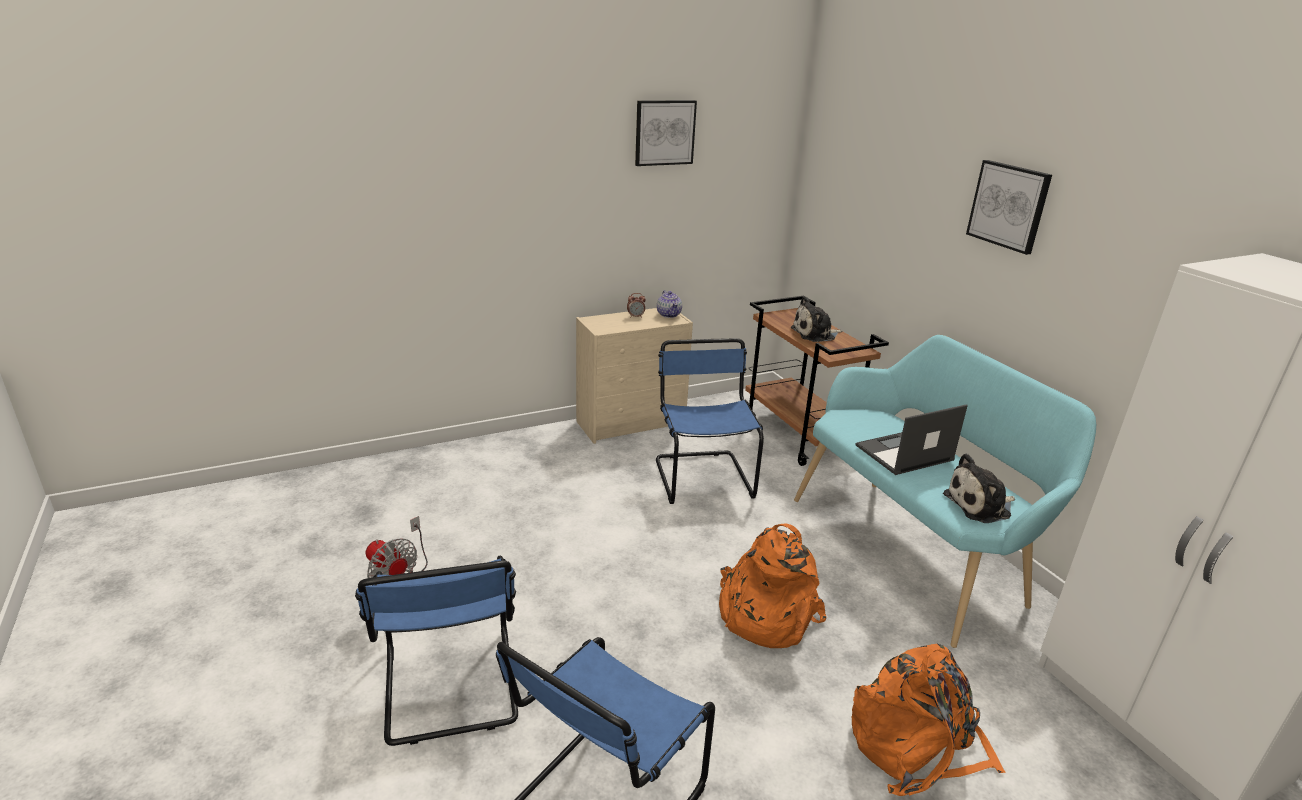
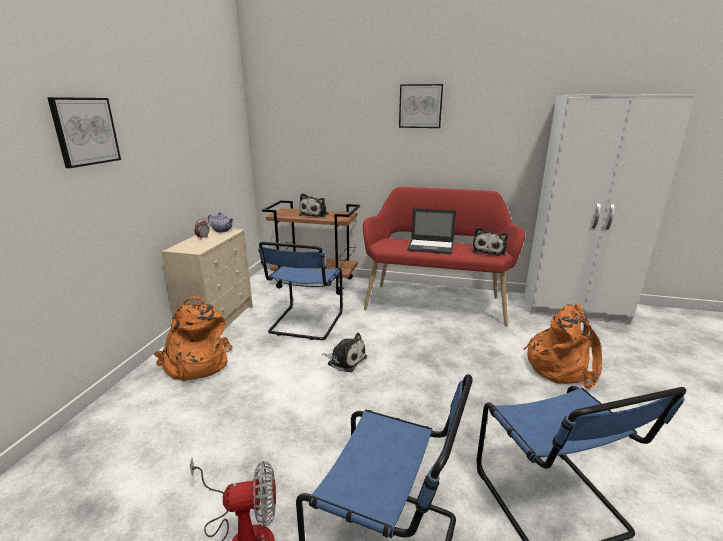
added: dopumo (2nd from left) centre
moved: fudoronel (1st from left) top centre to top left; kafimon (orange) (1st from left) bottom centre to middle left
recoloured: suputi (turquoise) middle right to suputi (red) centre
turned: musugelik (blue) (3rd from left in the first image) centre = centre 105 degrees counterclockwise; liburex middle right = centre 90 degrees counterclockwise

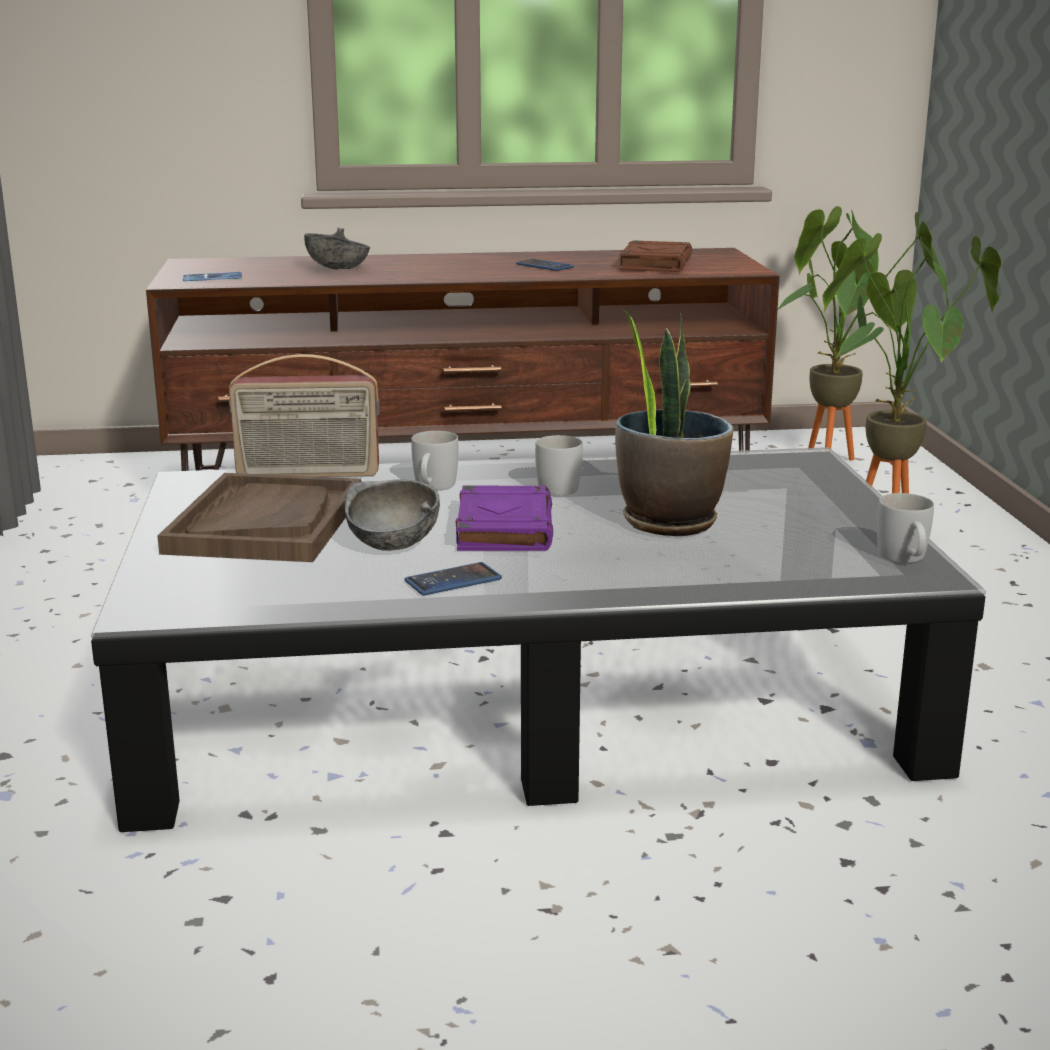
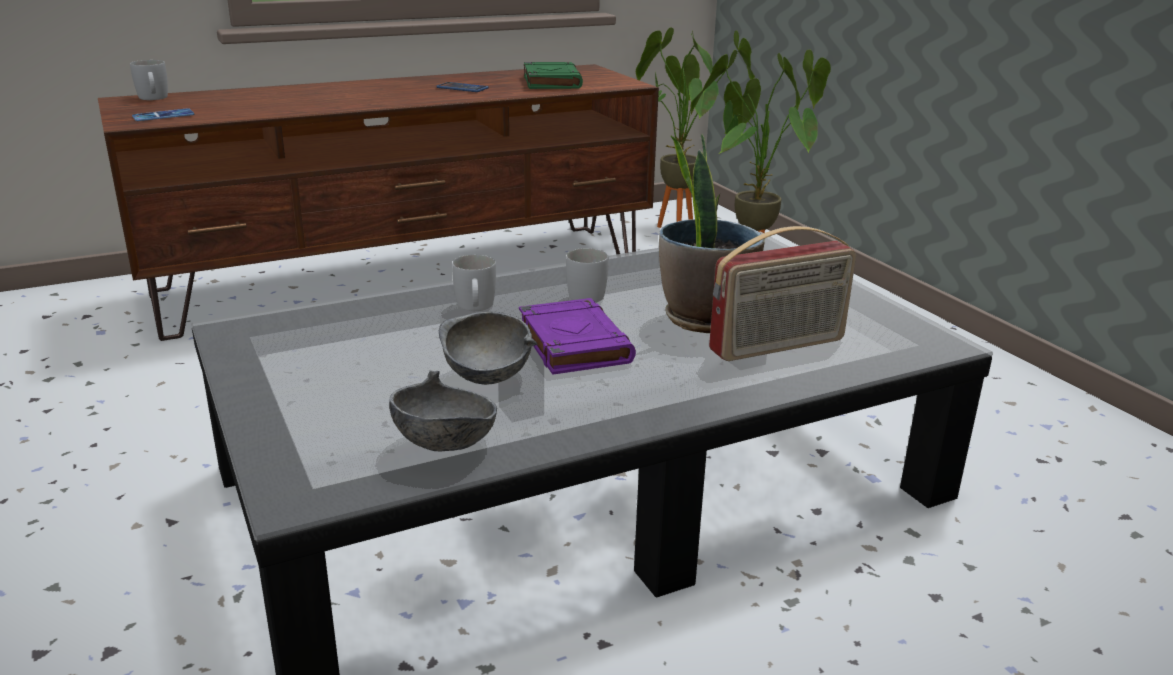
removed: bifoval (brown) middle left; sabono (2nd from left) centre
moved: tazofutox middle left to middle right; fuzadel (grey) (1st from left) top left to centre; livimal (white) (3rd from left in the first image) middle right to livimal (white) (1st from left) top left
recoloured: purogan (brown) top centre to purogan (green) top centre

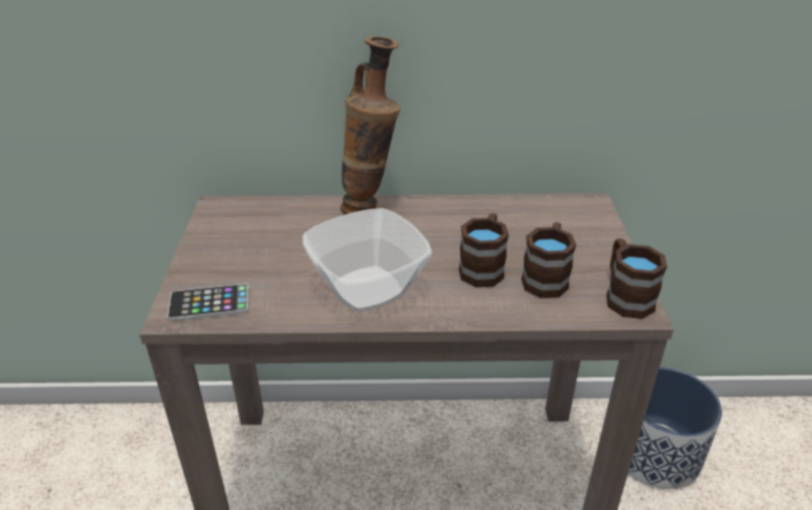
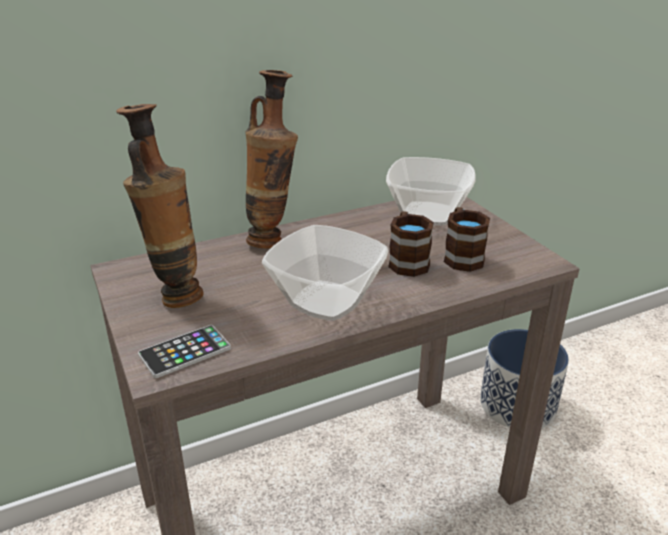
removed: livimal (brown) (3rd from left) middle right
added: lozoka (1st from left) middle left; fuzadel (2nd from left) centre

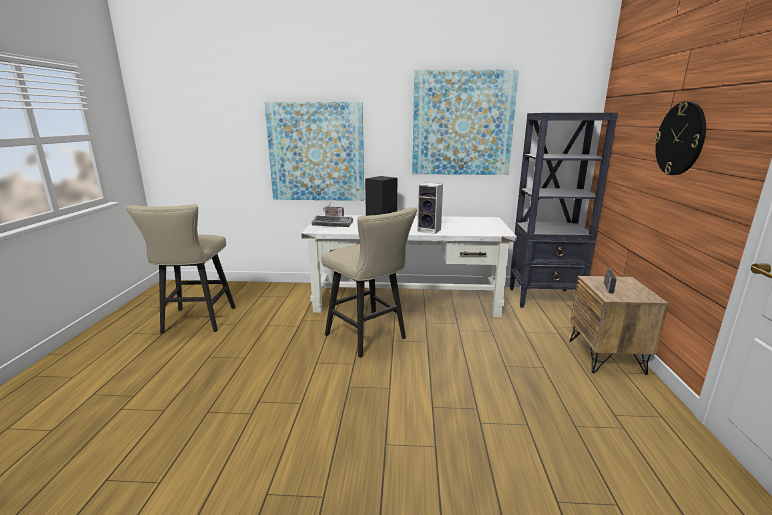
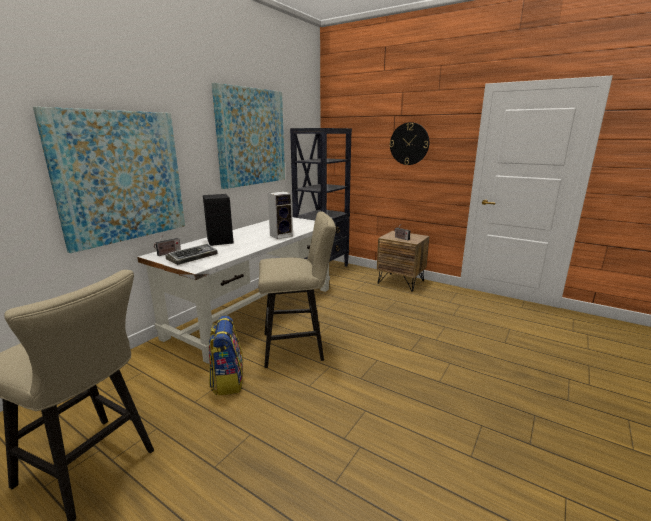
added: kafimon bottom centre

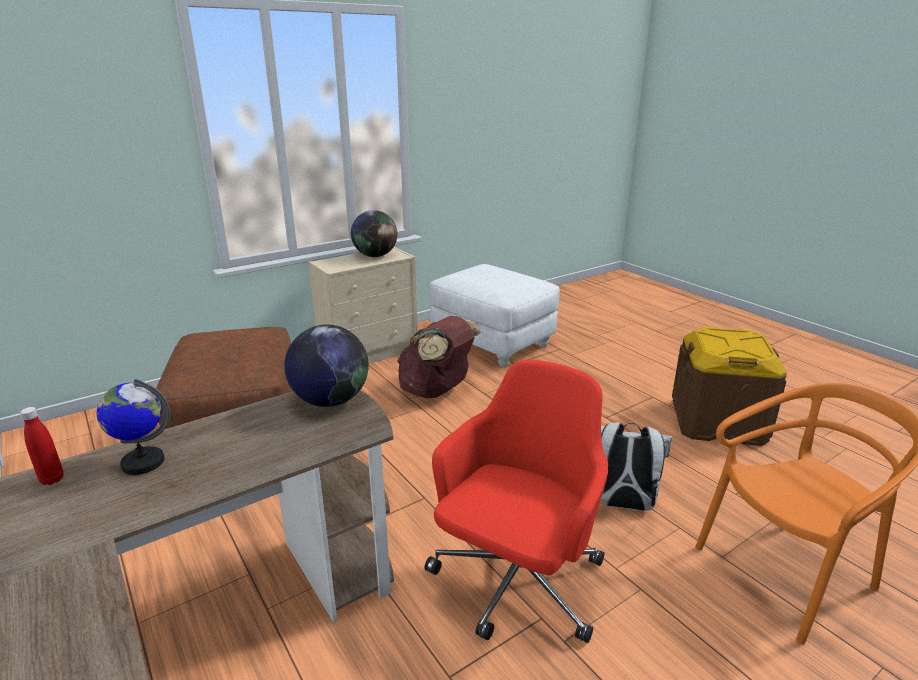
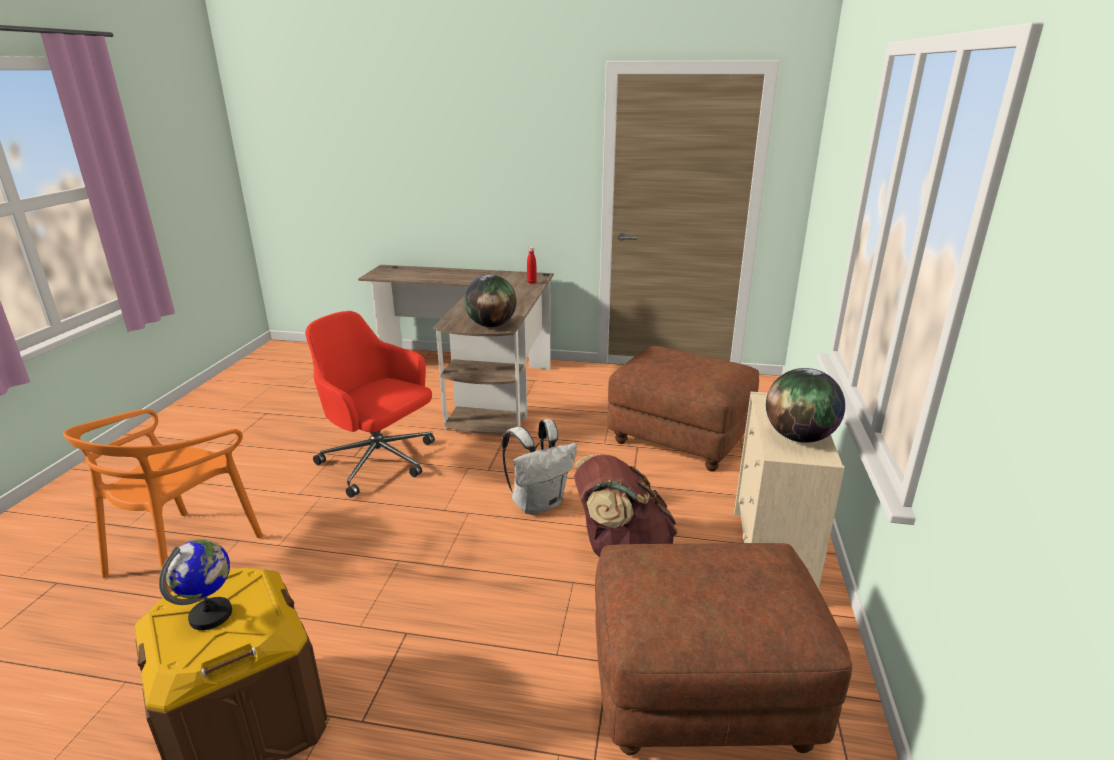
moved: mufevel (1st from left) middle left to bottom left; kafimon (white) bottom right to centre
recoloured: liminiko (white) centre to liminiko (brown) (2nd from left) bottom centre
turned: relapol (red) bottom centre = middle left 135 degrees clockwise

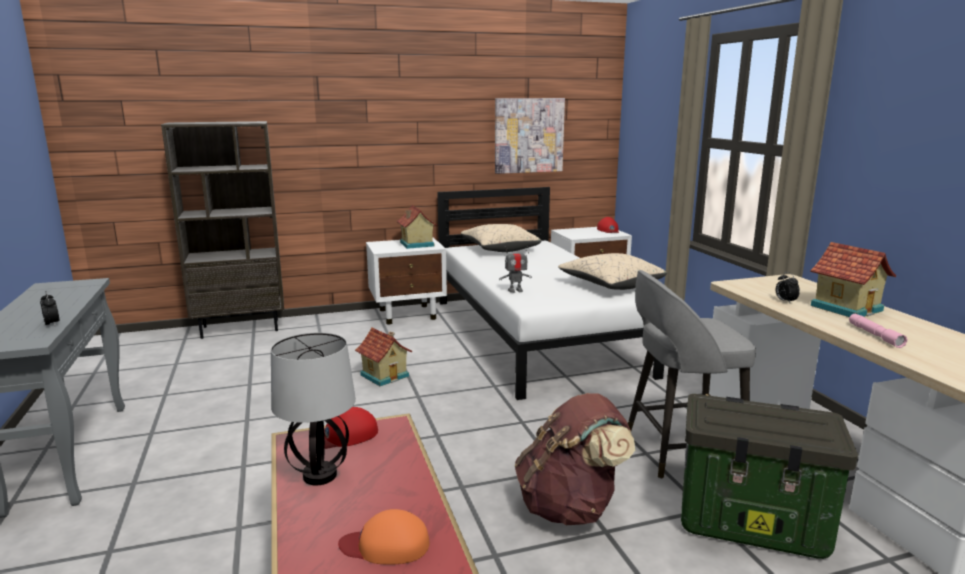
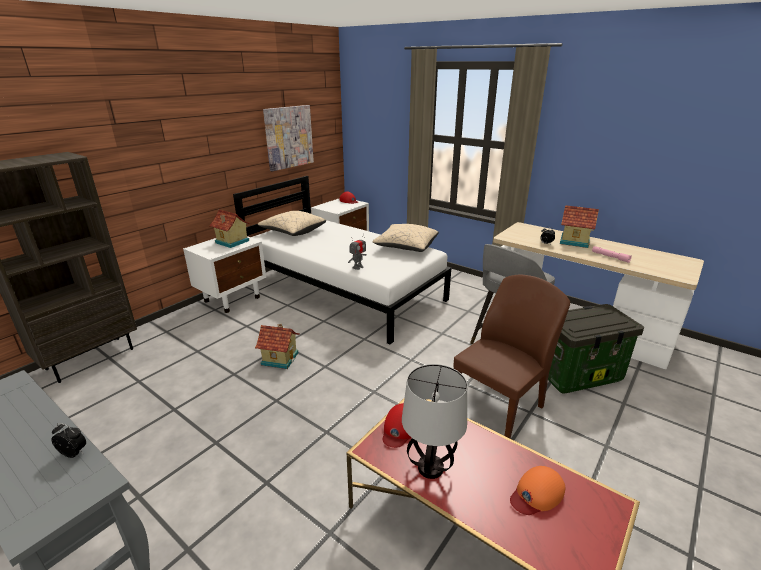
replaced: kafimon (brown) bottom centre to musugelik (brown) middle right

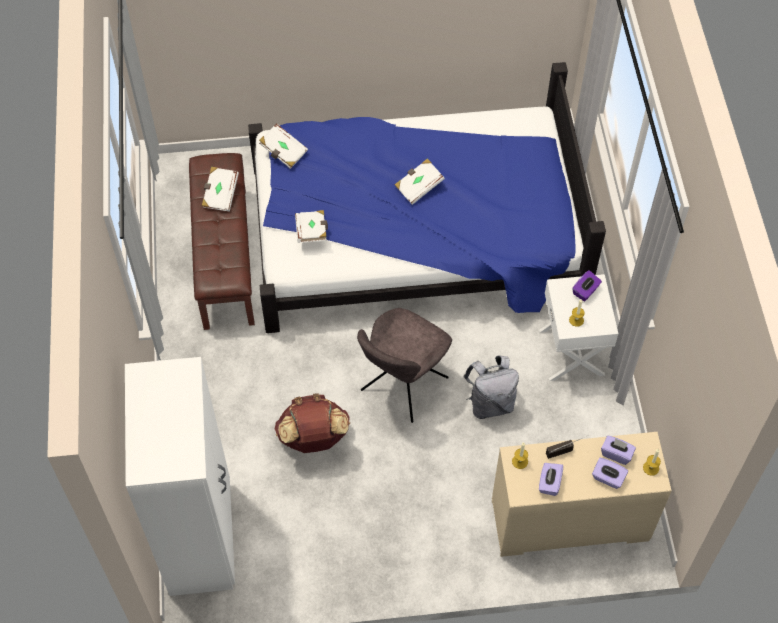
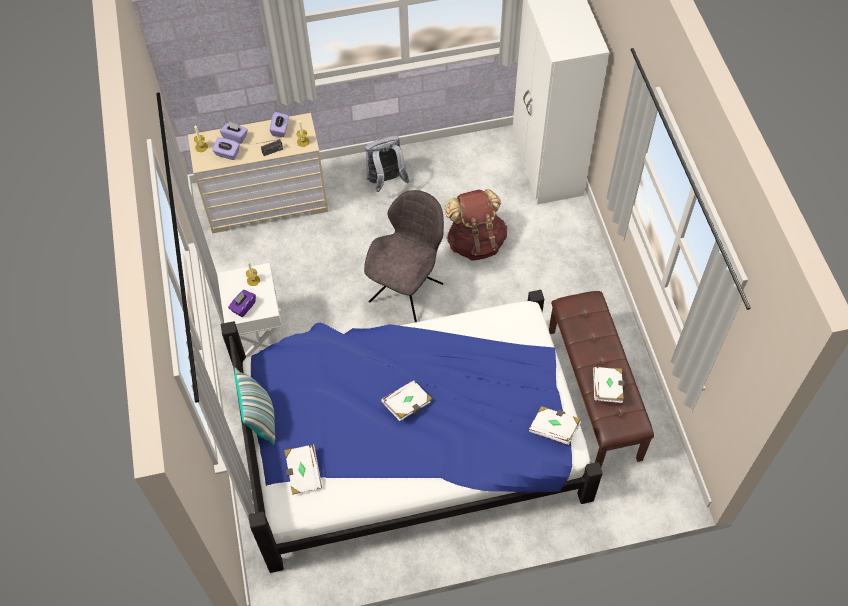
added: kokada bottom left
moved: purogan (white) (3rd from left in the first image) centre to purogan (white) (1st from left) bottom centre; kafimon (grey) centre to top centre

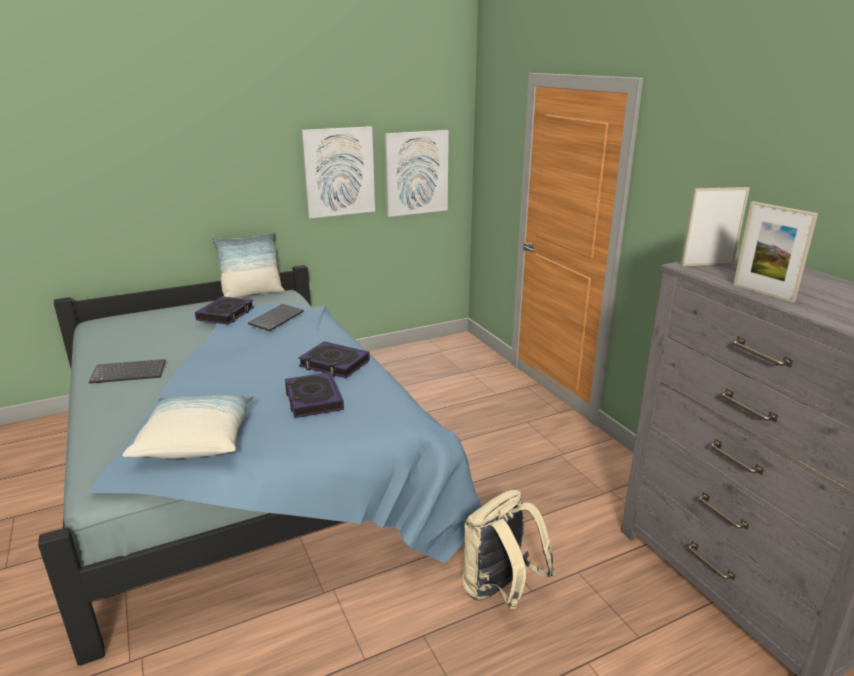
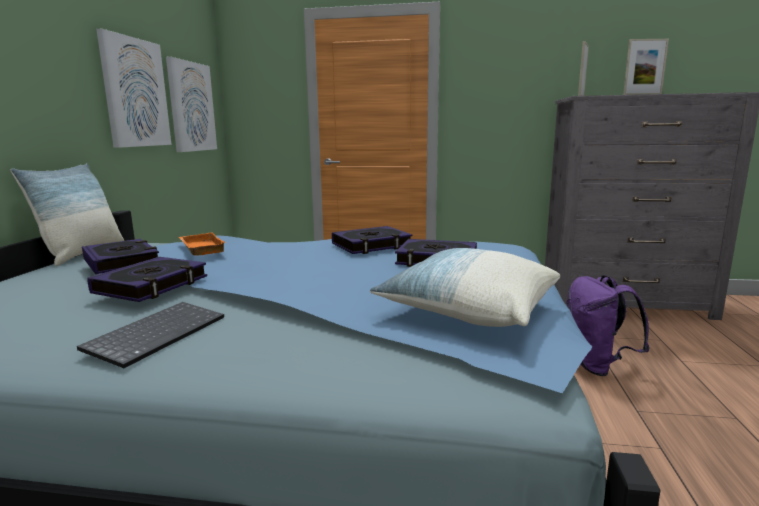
added: purogan (2nd from left) middle left
replaced: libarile (2nd from left) middle left to bifoval (orange) middle left
recoloured: kafimon (beige) bottom centre to kafimon (purple) middle right

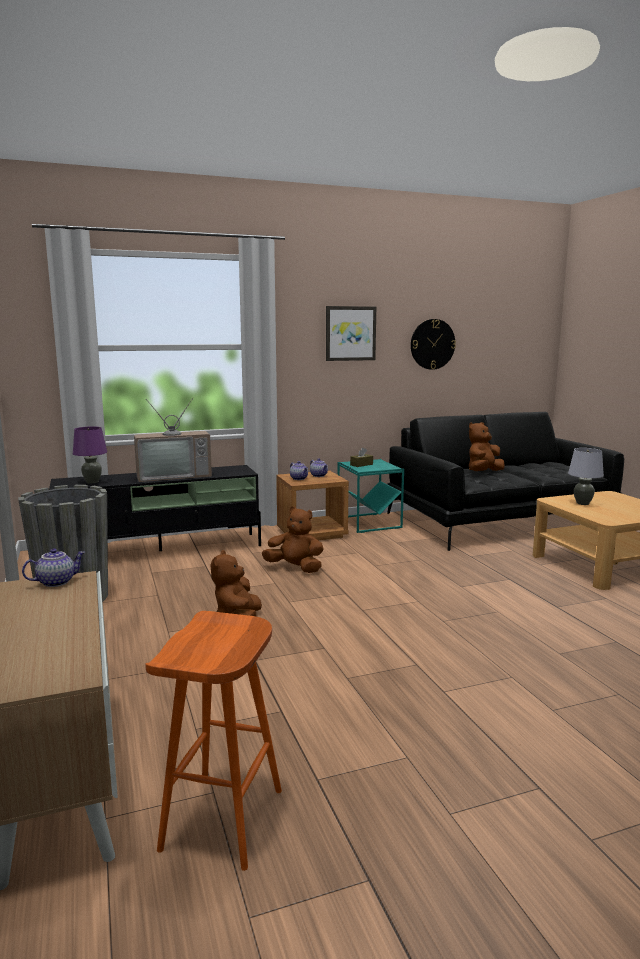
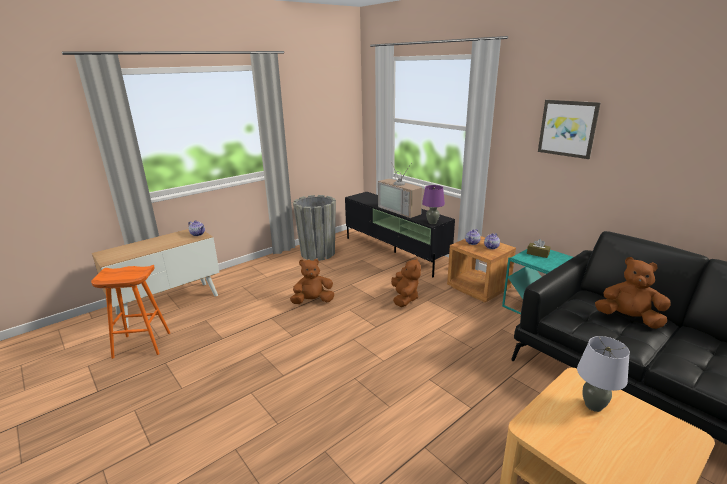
removed: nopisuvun middle right
moved: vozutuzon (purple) middle left to centre

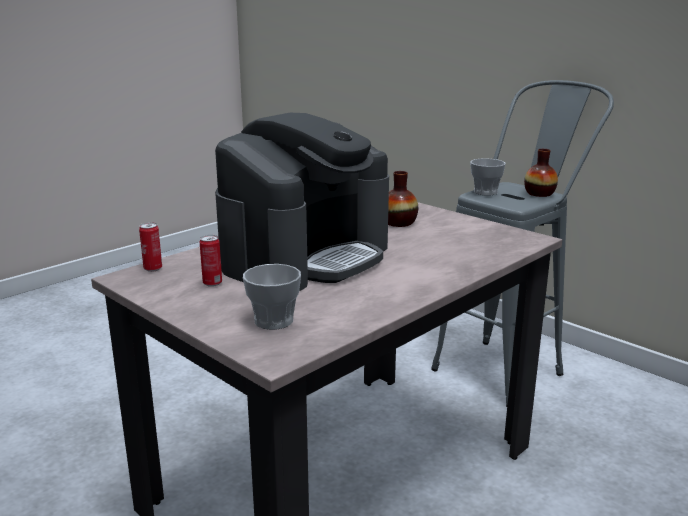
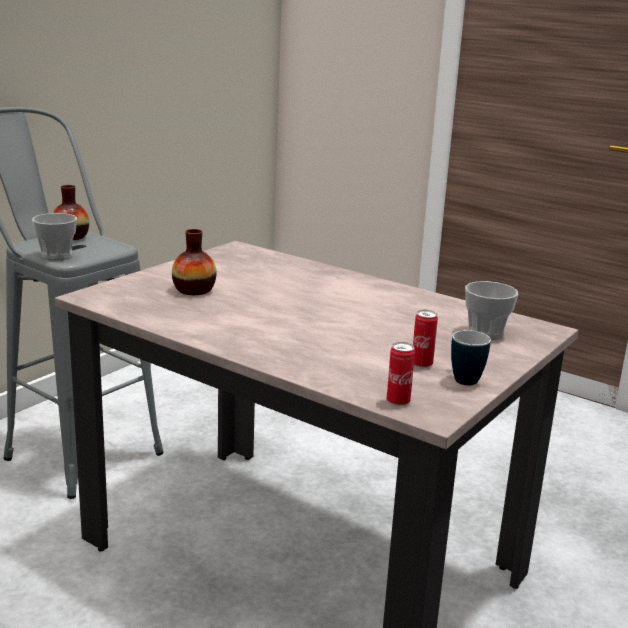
removed: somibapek centre
added: livimal middle right

